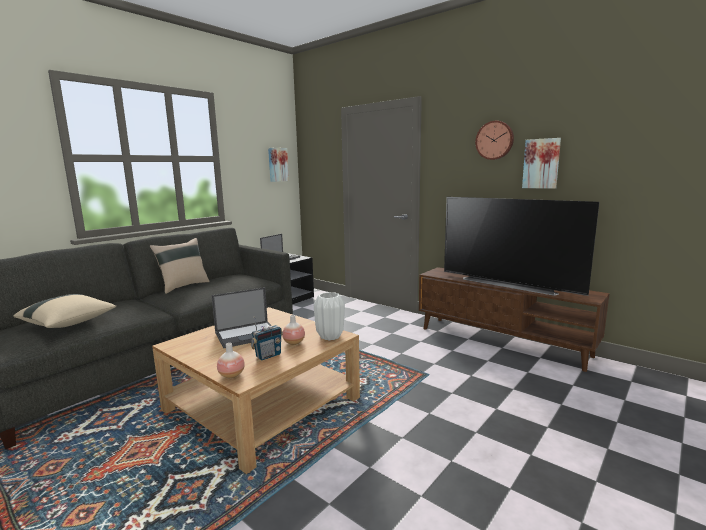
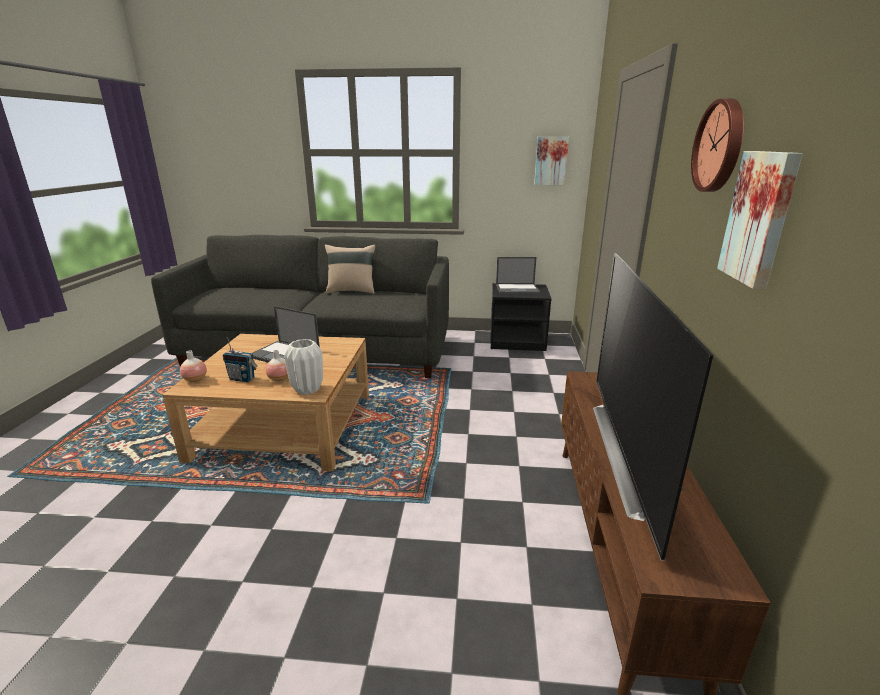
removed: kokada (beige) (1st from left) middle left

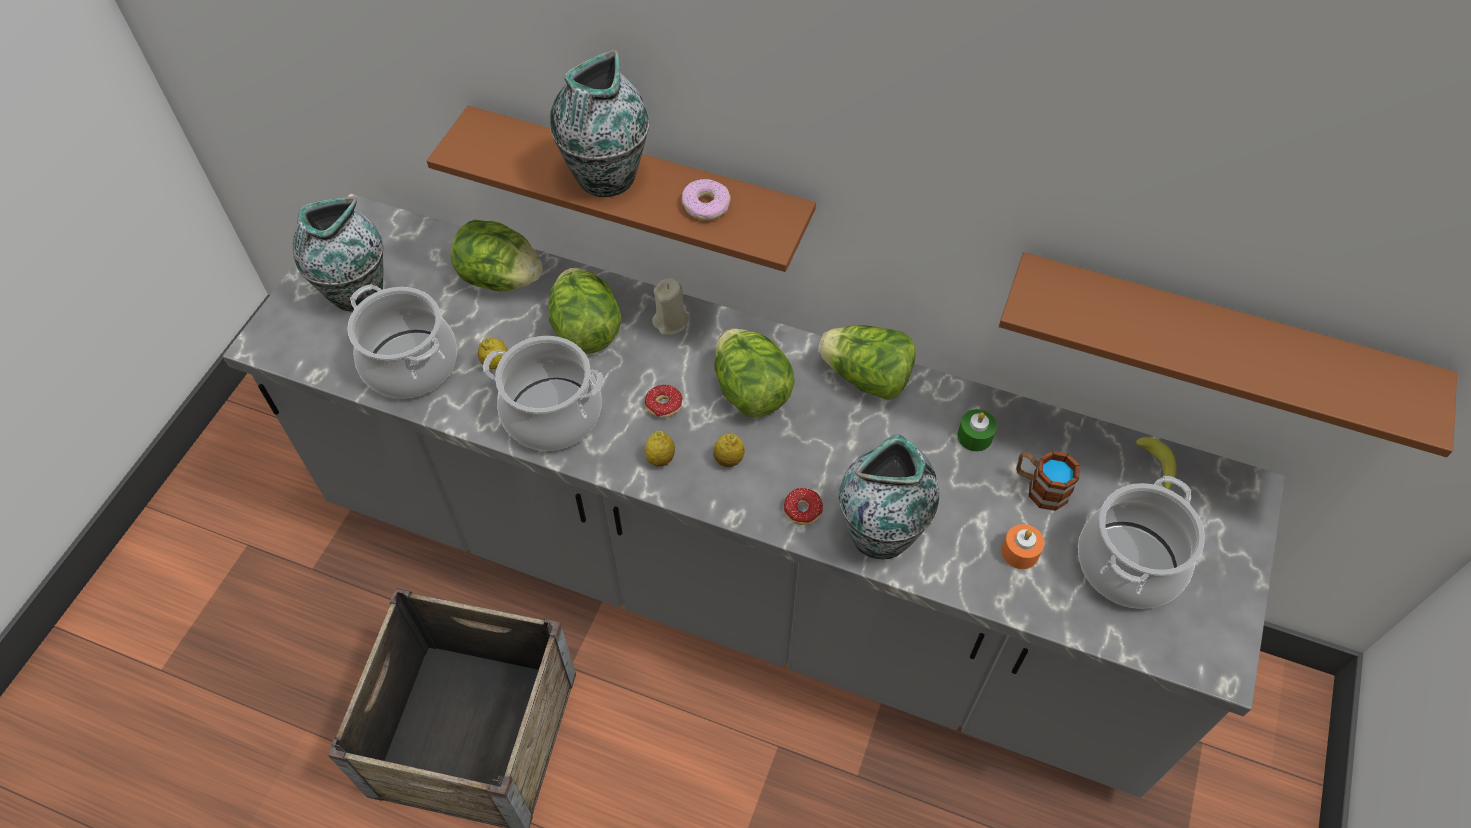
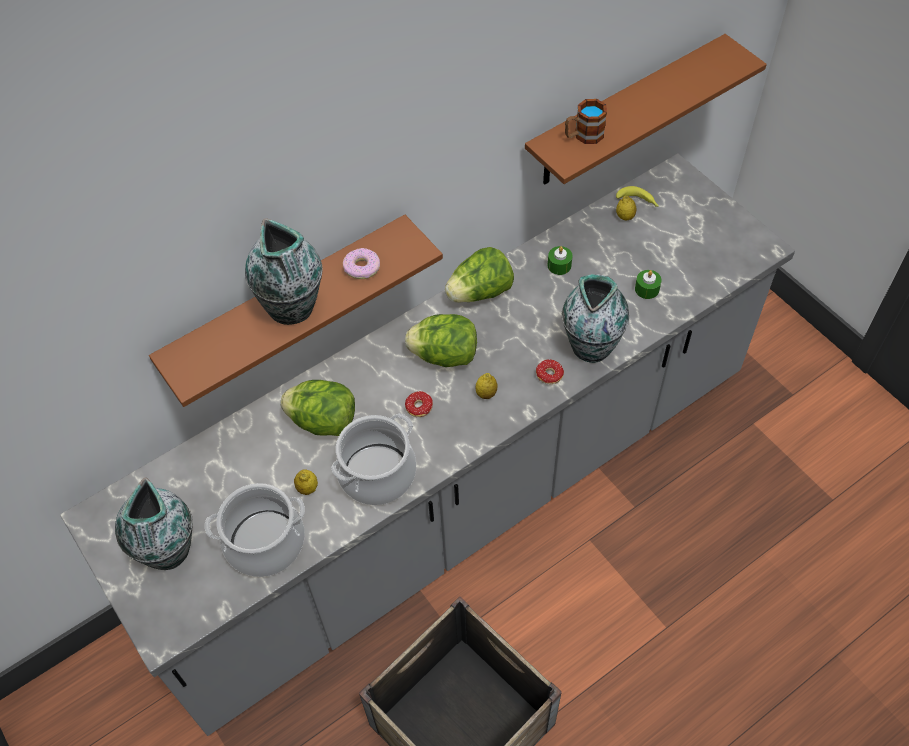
removed: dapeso (1st from left) top centre; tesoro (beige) centre; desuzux (3rd from left) middle right
moved: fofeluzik (2nd from left in the first image) centre to fofeluzik (3rd from left) top right; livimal middle right to top centre
recoloured: tesoro (orange) middle right to tesoro (green) (2nd from left) middle right

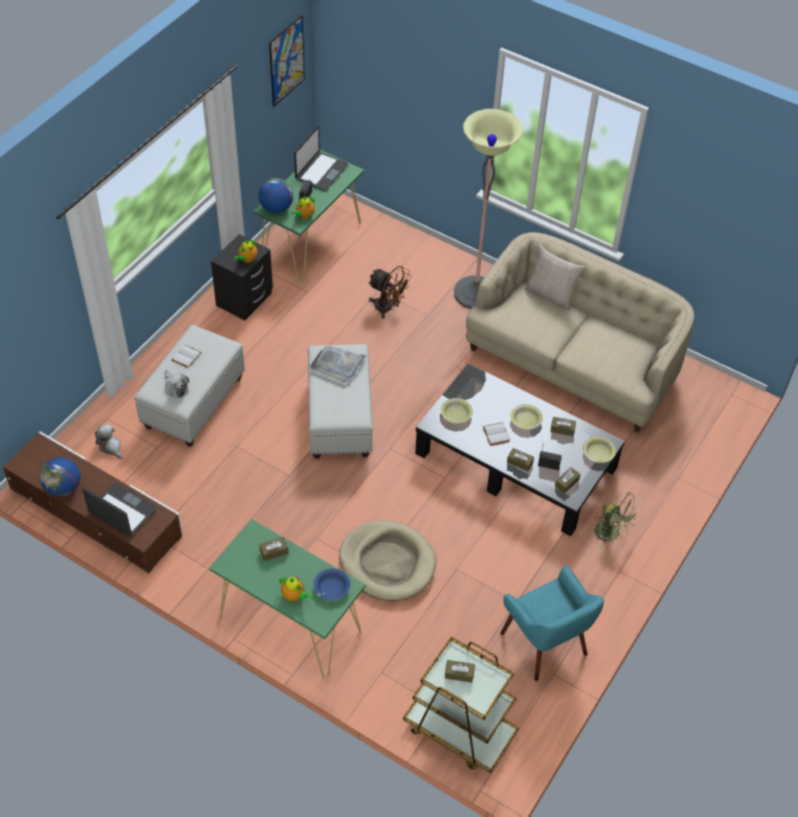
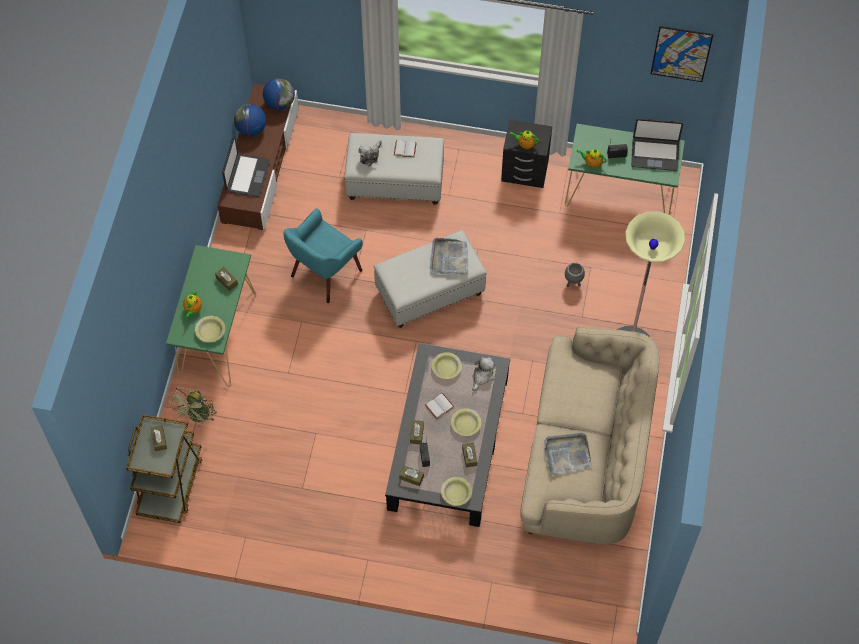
removed: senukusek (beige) bottom centre; kokada (beige) middle right
added: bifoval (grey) (2nd from left) bottom centre
moved: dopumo (1st from left in the first image) middle left to dopumo (2nd from left) centre; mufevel (2nd from left) top centre to top left; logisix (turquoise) bottom right to centre; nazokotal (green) middle right to middle left
replaced: nazokotal (brown) centre to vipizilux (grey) middle right
recoloured: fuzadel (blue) bottom centre to fuzadel (yellow) (1st from left) middle left

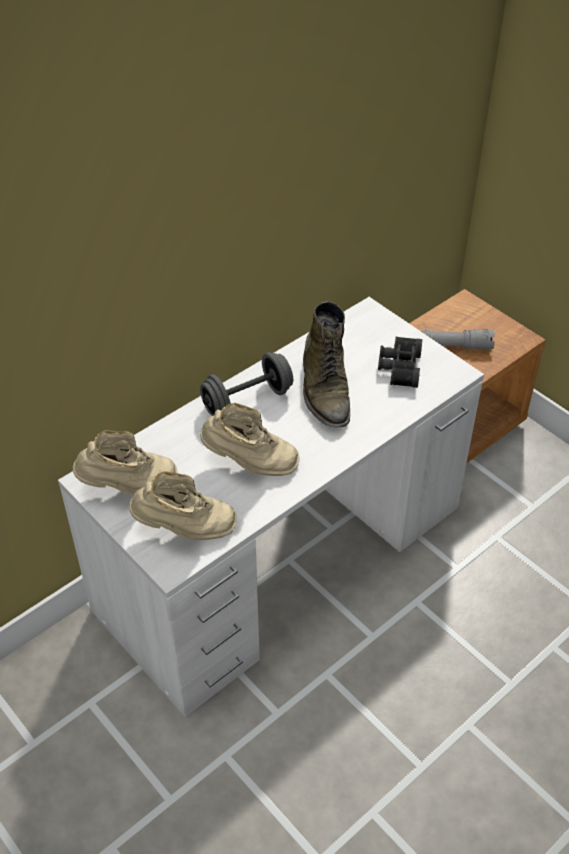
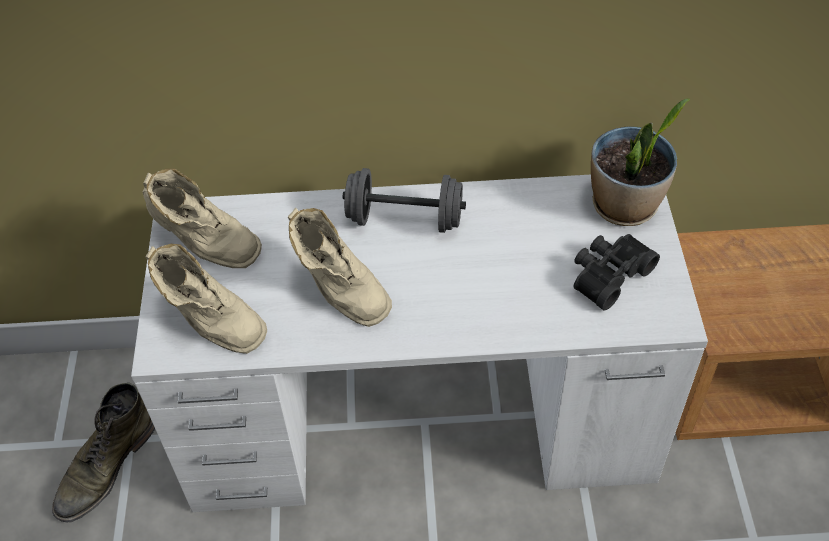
removed: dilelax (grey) middle right
added: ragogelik top right
moved: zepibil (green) centre to bottom left

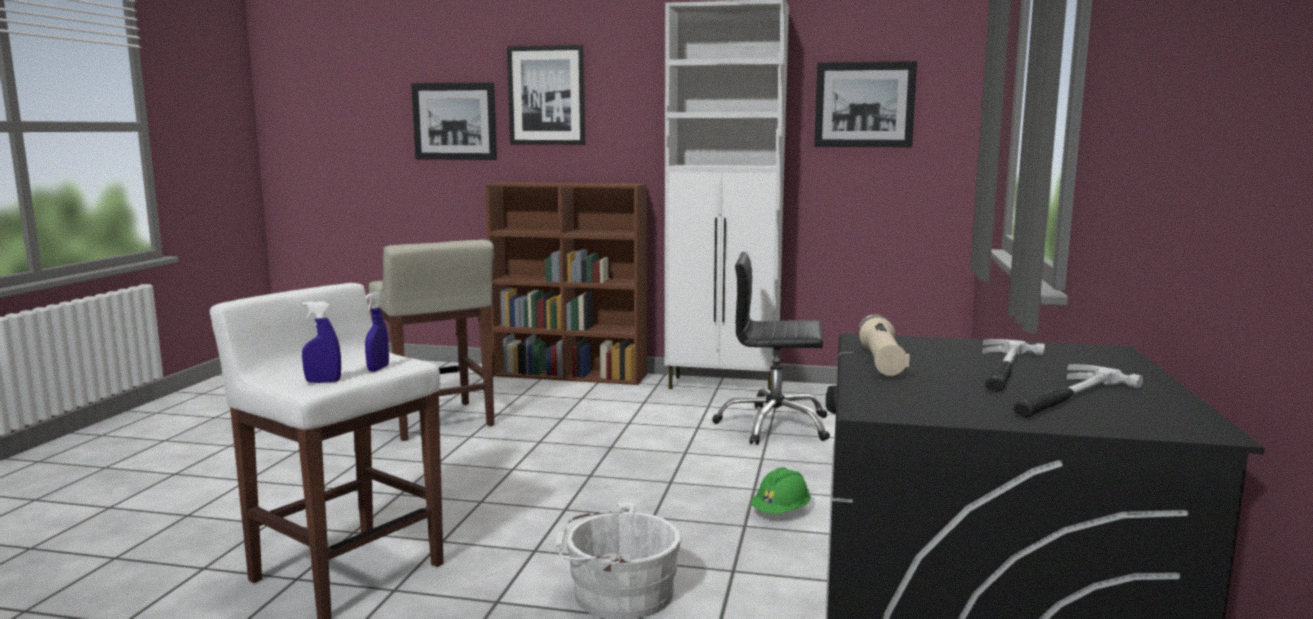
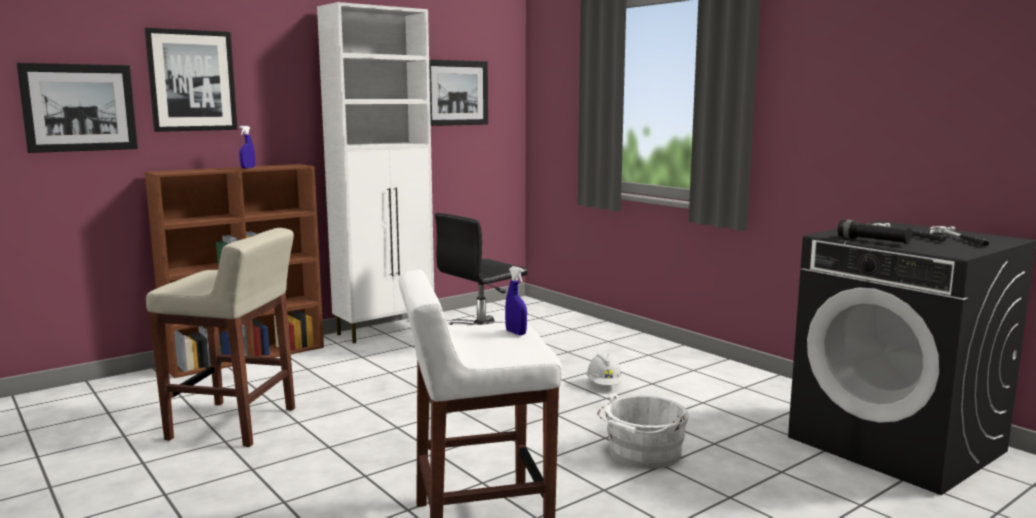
moved: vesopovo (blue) (1st from left) middle left to top left
recoloured: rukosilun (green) bottom centre to rukosilun (white) bottom centre; dilelax (beige) middle right to dilelax (black) middle right

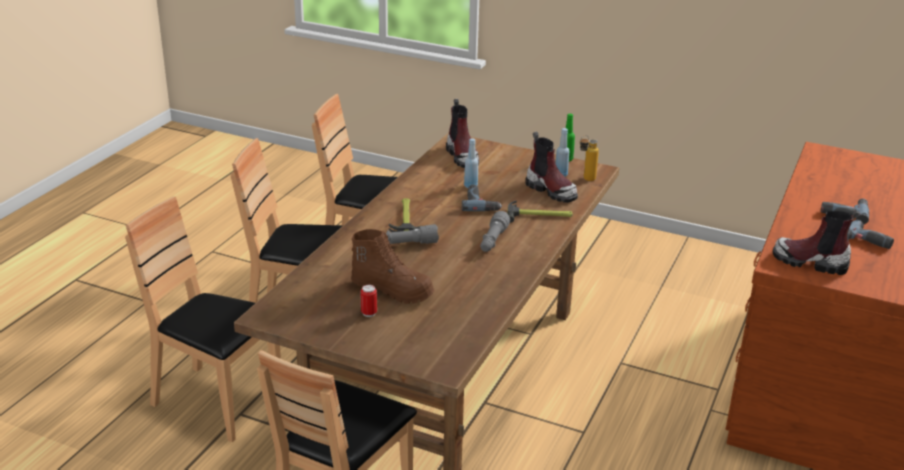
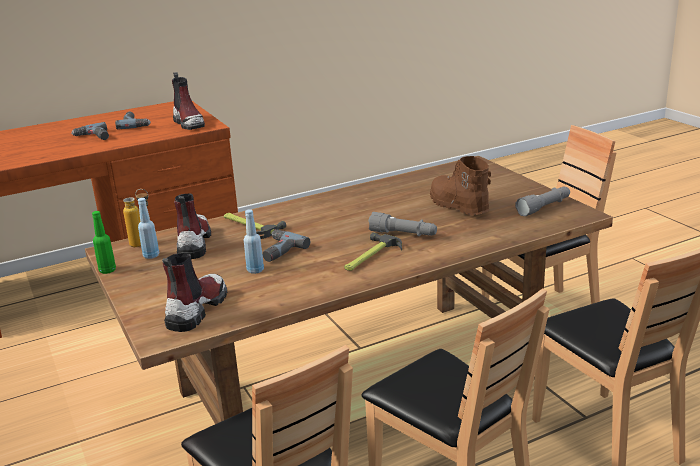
removed: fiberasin centre
moved: dilelax (grey) (2nd from left) centre to middle right

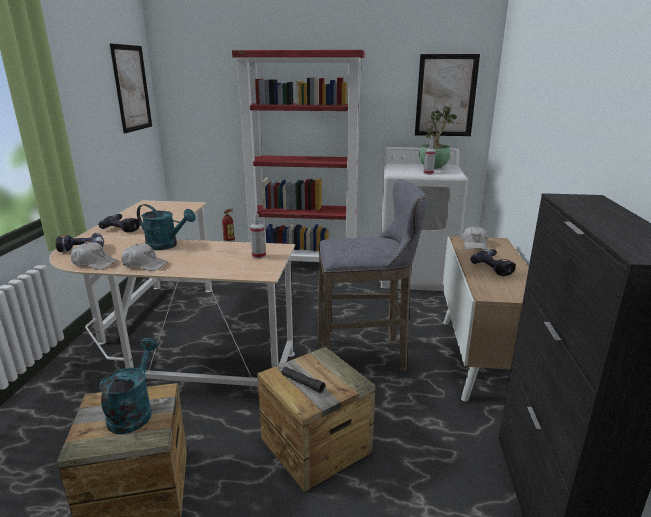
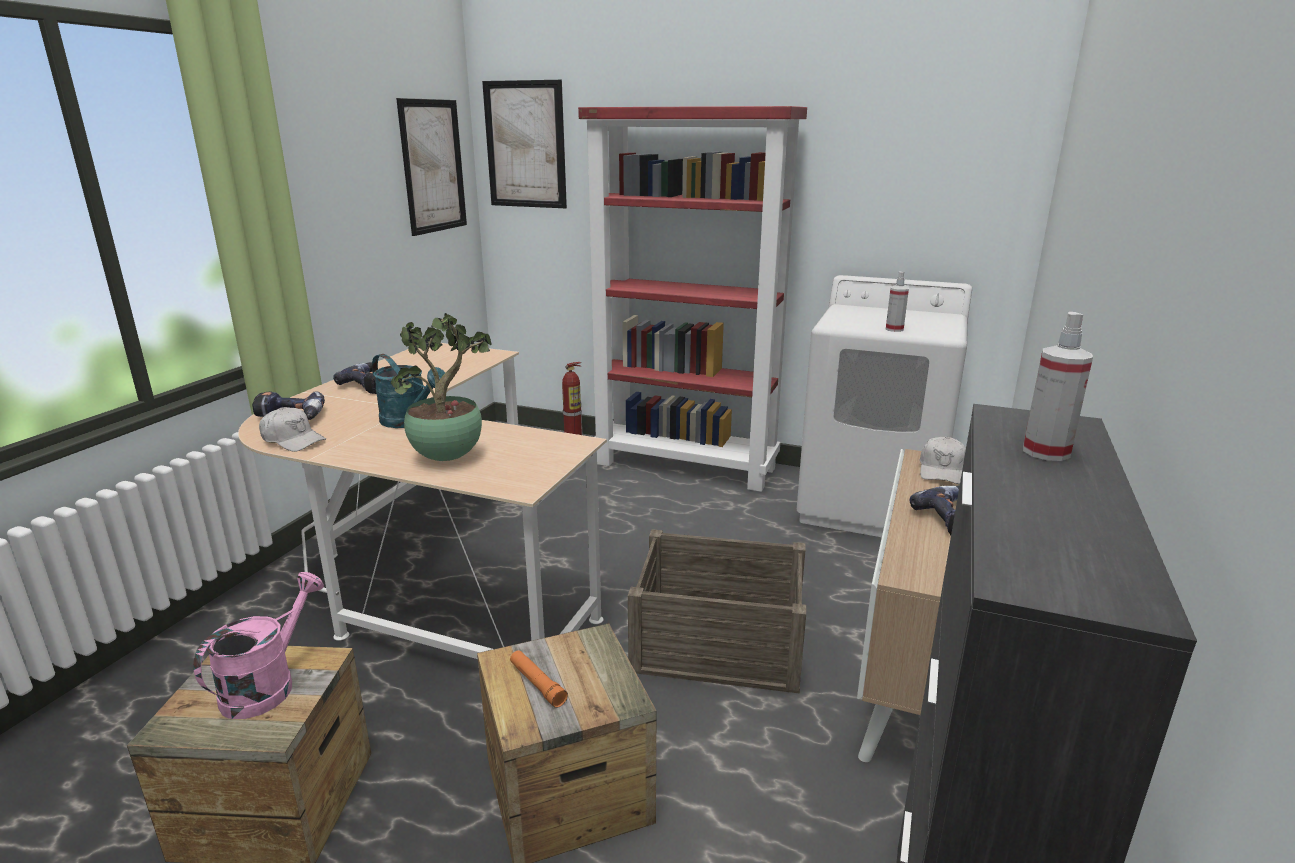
removed: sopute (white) (2nd from left) middle left
moved: vesopovo (1st from left in the first image) centre to vesopovo (2nd from left) middle right; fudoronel (2nd from left) top right to top centre; ragogelik top right to centre
replaced: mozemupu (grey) centre to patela (3rd from left) bottom centre
recoloured: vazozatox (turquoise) (1st from left) bottom left to vazozatox (pink) bottom left; dilelax (black) bottom centre to dilelax (orange) bottom centre

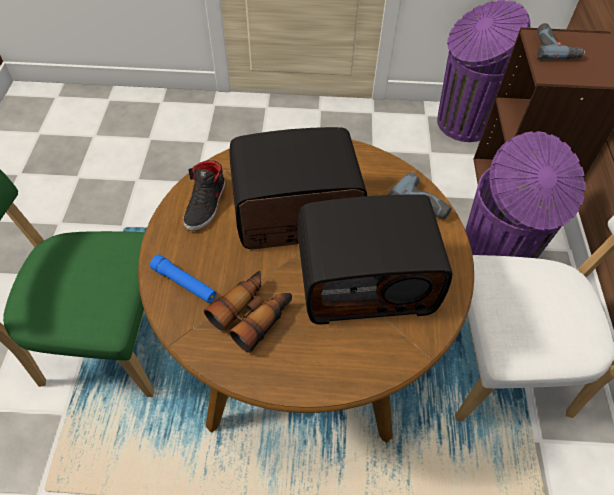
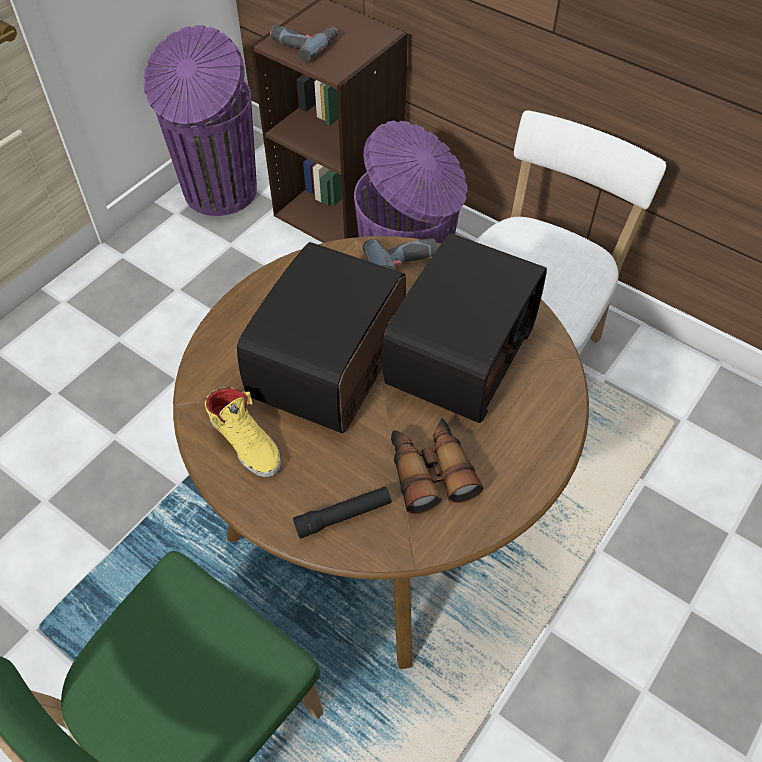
recoloured: dilelax (blue) middle left to dilelax (black) bottom centre; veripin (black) middle left to veripin (yellow) middle left

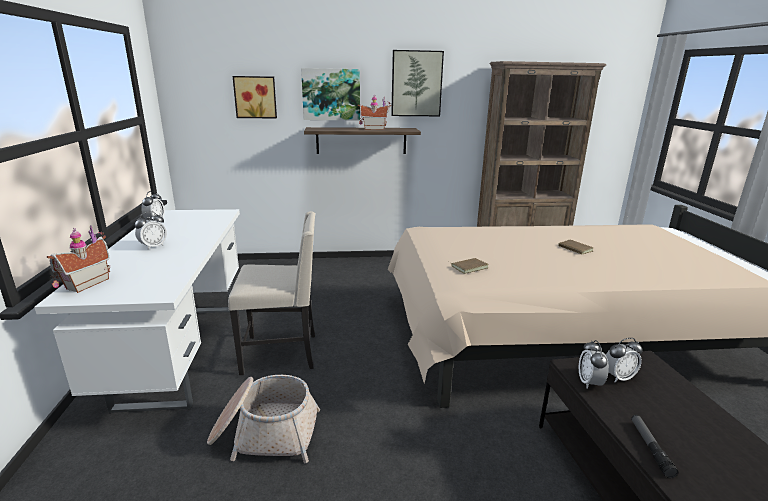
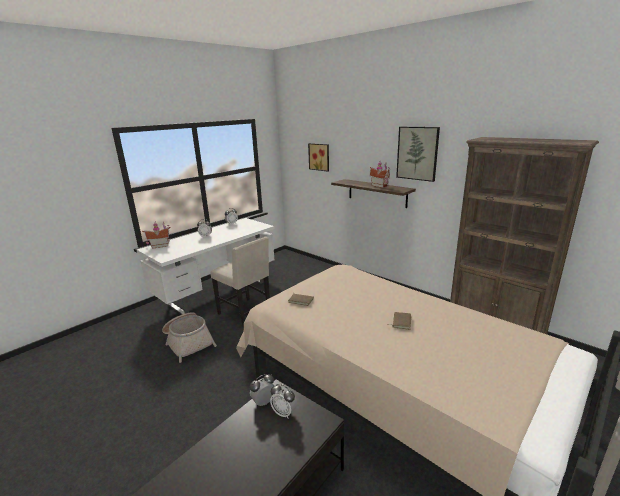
removed: fudoronel (2nd from left) top centre; dilelax bottom right

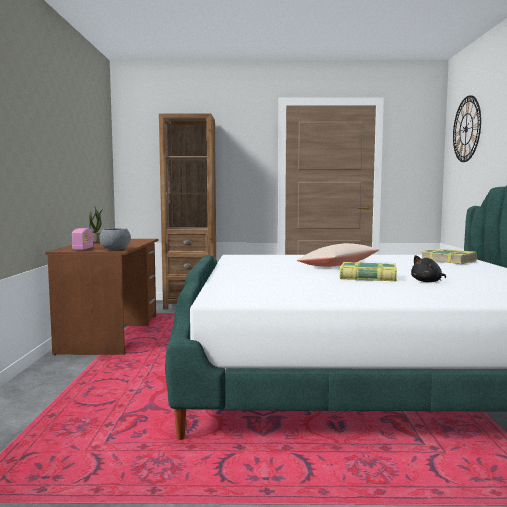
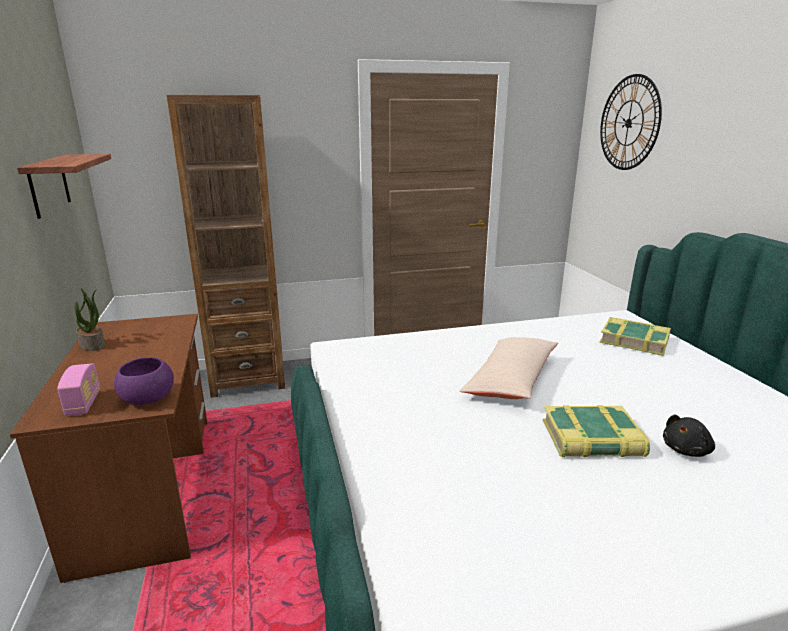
added: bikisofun top left
recoloured: fuzadel (grey) middle left to fuzadel (purple) middle left

